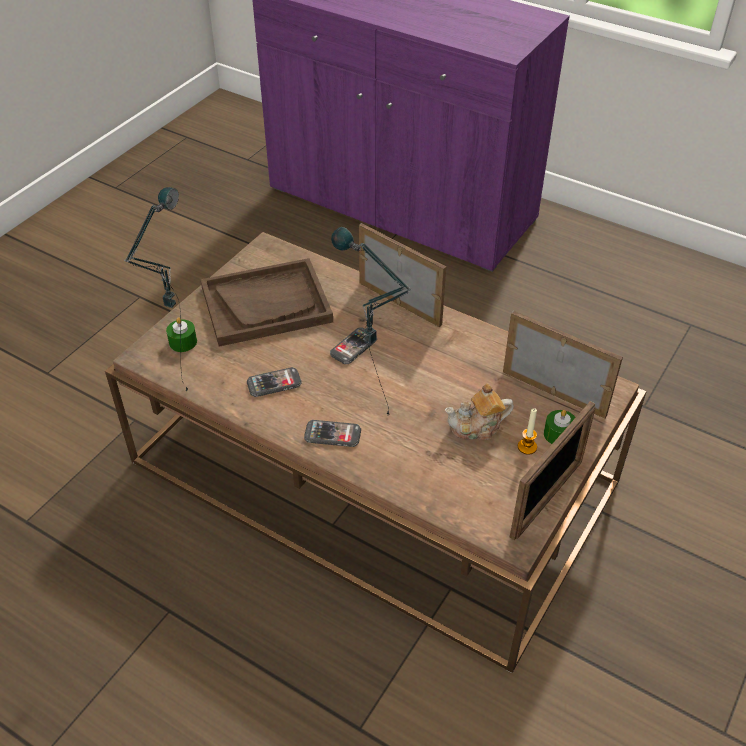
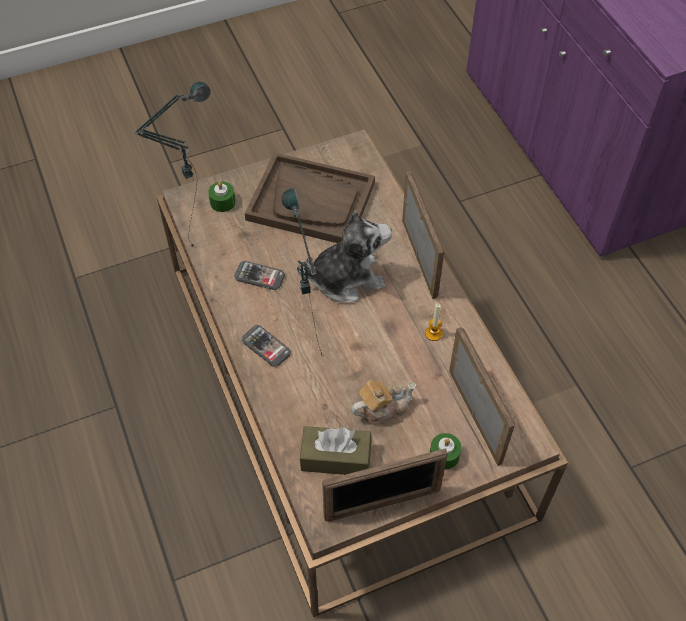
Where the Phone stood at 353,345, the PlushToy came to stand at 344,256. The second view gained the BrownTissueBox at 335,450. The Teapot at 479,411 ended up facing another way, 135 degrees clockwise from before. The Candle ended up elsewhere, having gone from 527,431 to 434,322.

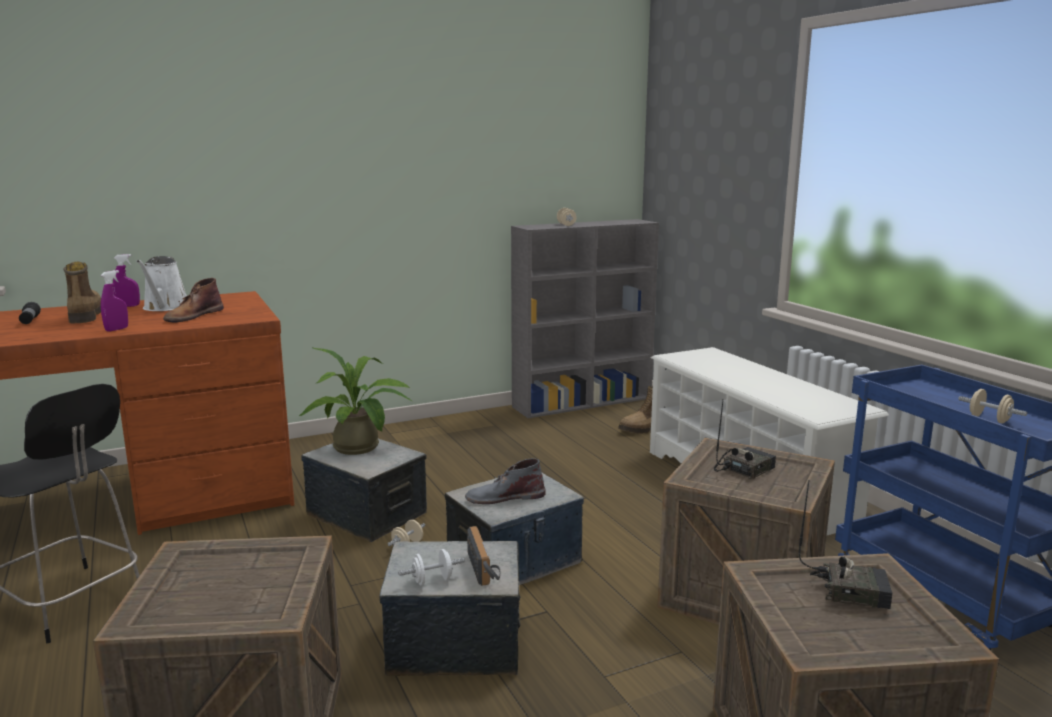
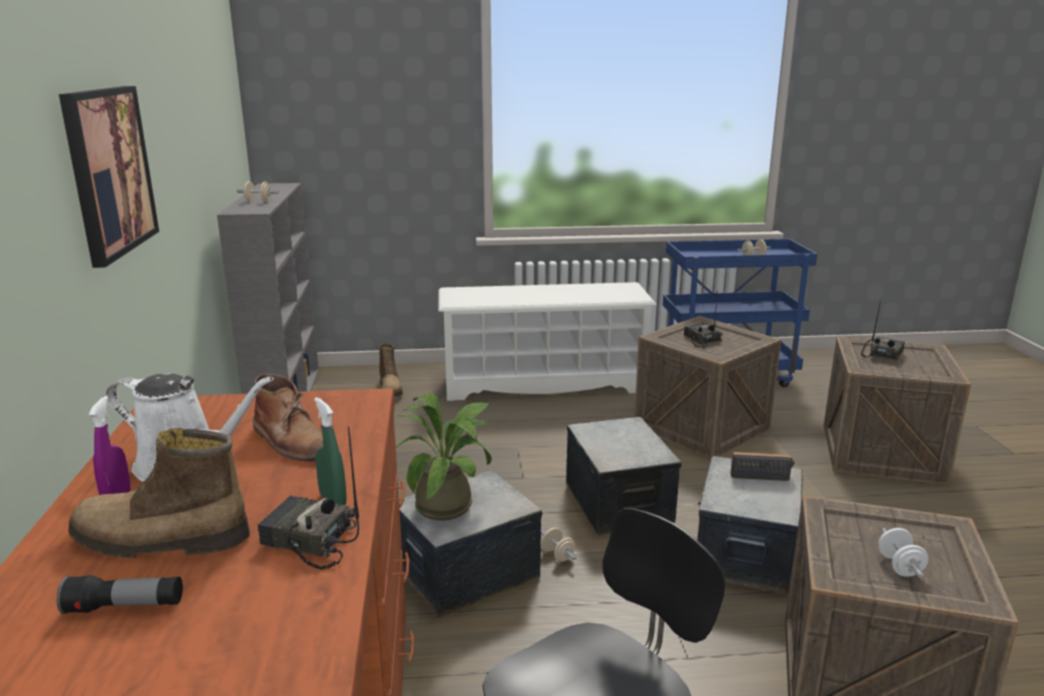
The second view gained the Picture at 109,177. The second view gained the Radio at 308,498. What was the PurpleSprayBottle at 114,301 turned into the GreenSprayBottle at 330,451. The WhiteDumbbell ended up elsewhere, having gone from 431,567 to 903,553. The second view lost the GreyBoot at 505,481.

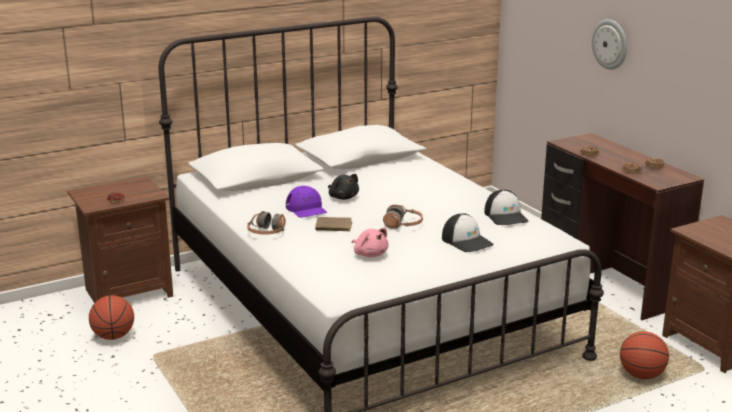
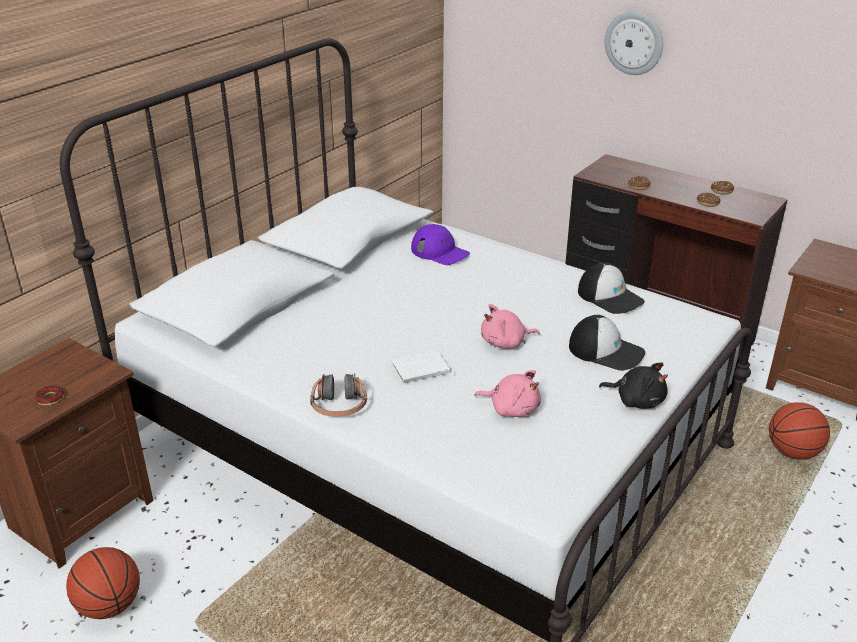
What was the BrownBook at 333,224 turned into the WhiteBook at 423,366. The PurpleCap ended up elsewhere, having gone from 306,202 to 440,244. Where the Headphones stood at 403,217, the PinkPlushToy came to stand at 510,326. The BlackPlushToy ended up elsewhere, having gone from 343,187 to 633,386.

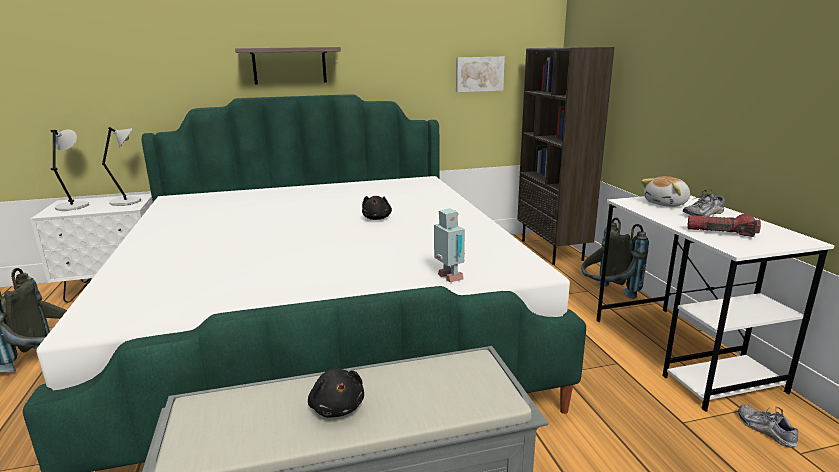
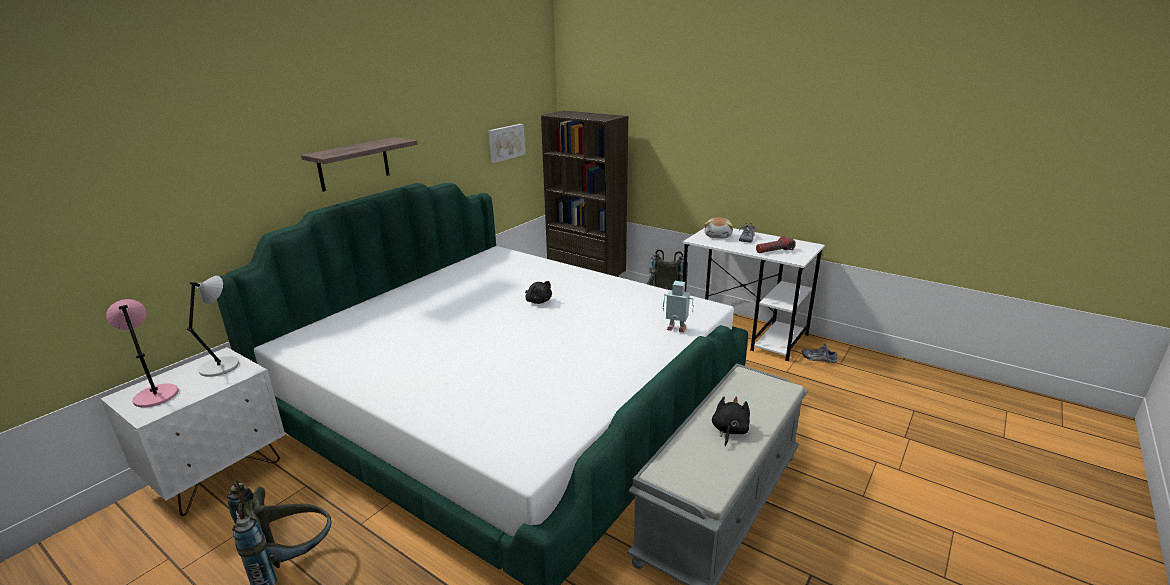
What was the GreyTableLamp at 69,170 turned into the PinkTableLamp at 142,353. The BlackPlushToy at 336,393 ended up facing another way, 90 degrees counterclockwise from before.

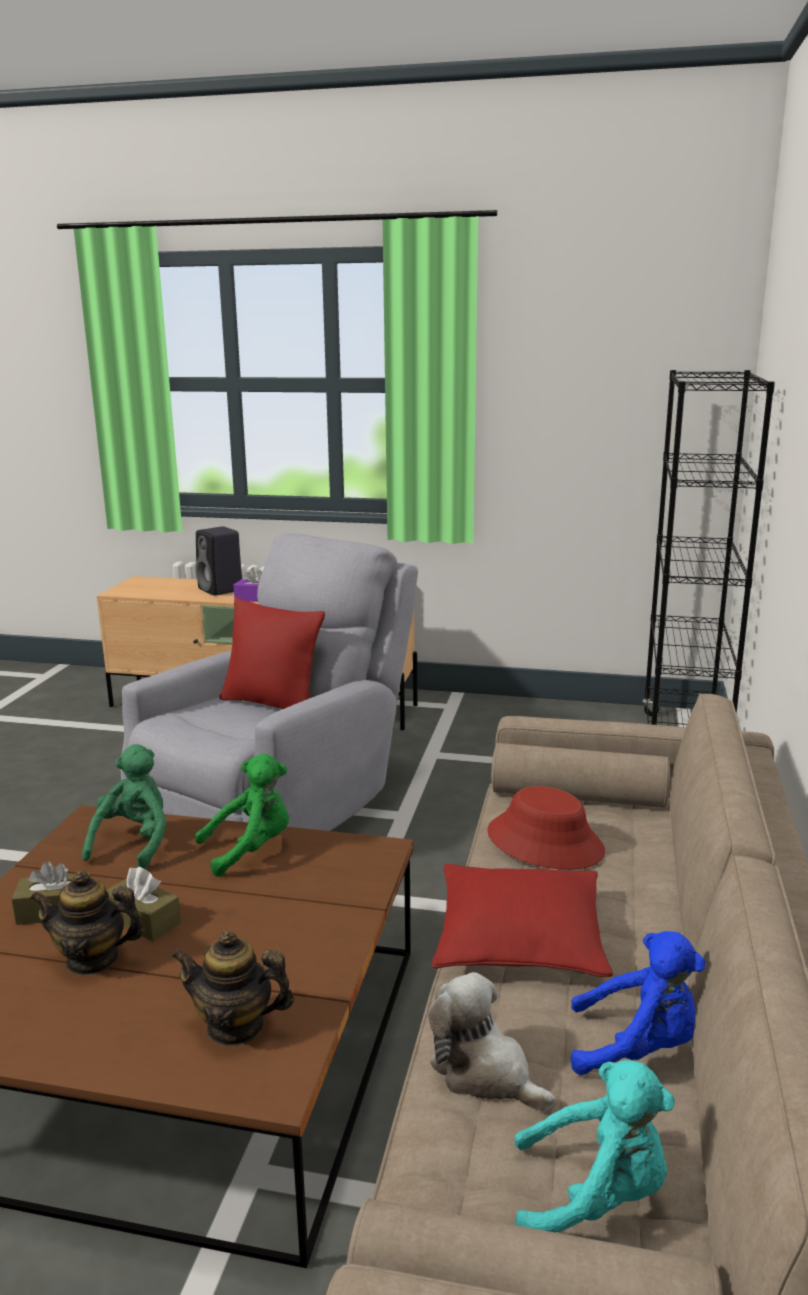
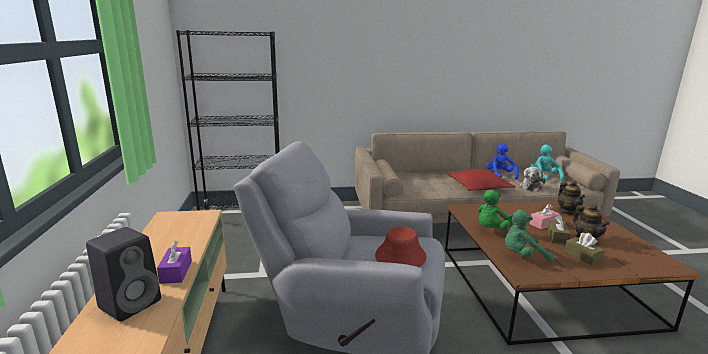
The RedHat ended up elsewhere, having gone from 546,828 to 401,246. The GreenPlushToy at 242,815 ended up facing another way, 90 degrees counterclockwise from before. The second view gained the PinkTissueBox at 545,216. The second view lost the RedPillow at 272,653.

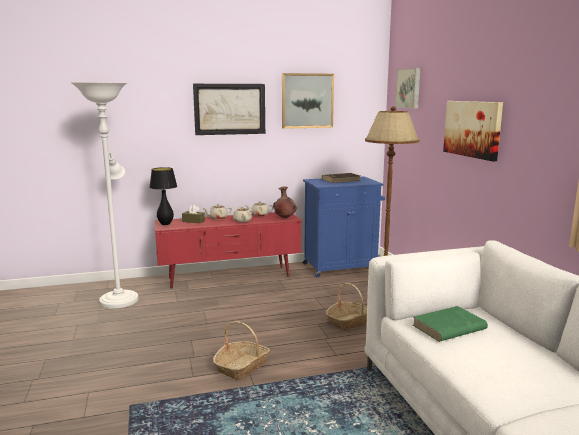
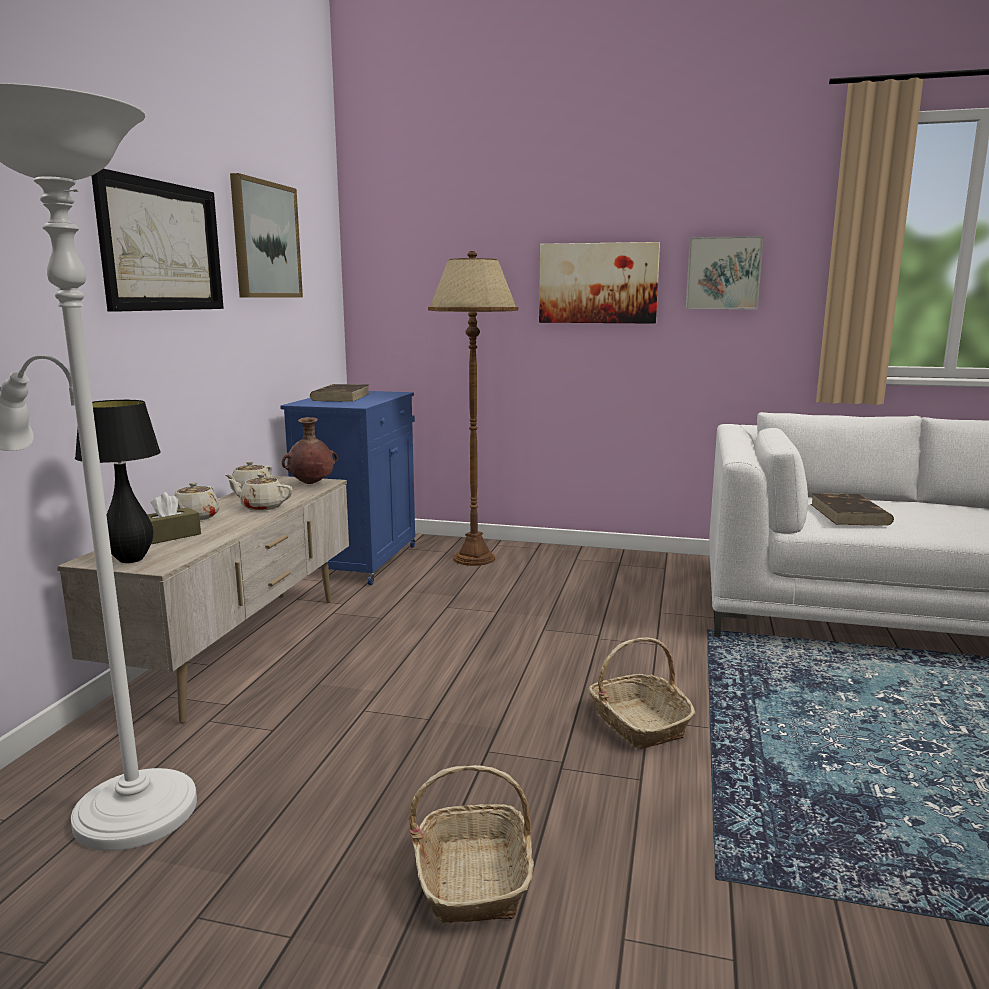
What was the RedTvStand at 228,250 turned into the BeigeTvStand at 203,599. The Basket ended up elsewhere, having gone from 346,306 to 471,844. The Picture ended up elsewhere, having gone from 408,88 to 725,272. What was the GreenBook at 450,324 turned into the BrownBook at 852,509.

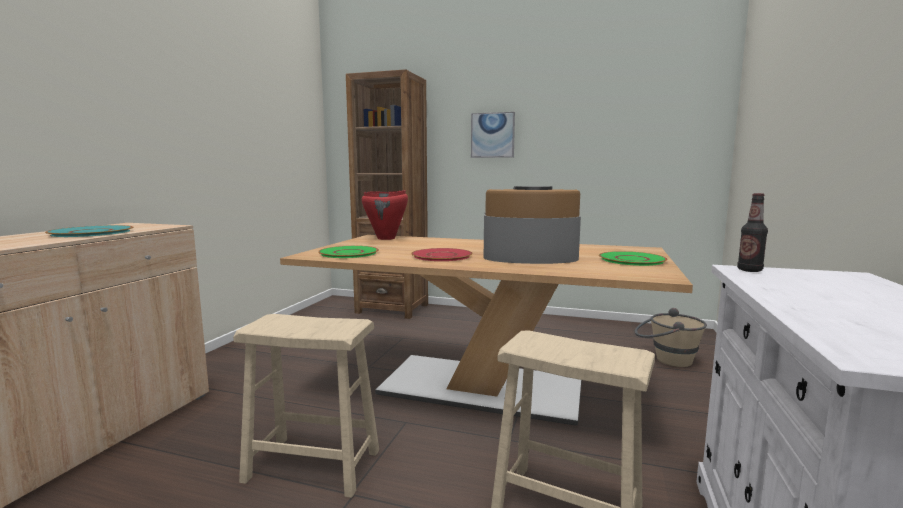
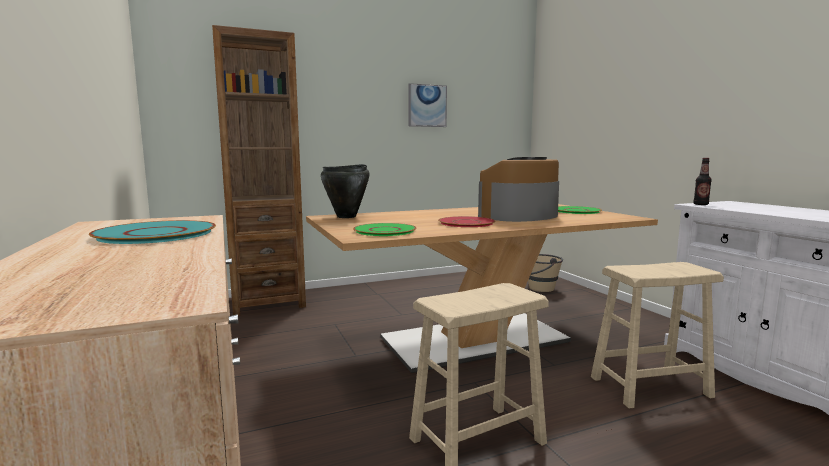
What was the RedCookingPot at 385,215 turned into the BlackCookingPot at 345,191. The Picture ended up elsewhere, having gone from 493,135 to 427,105.

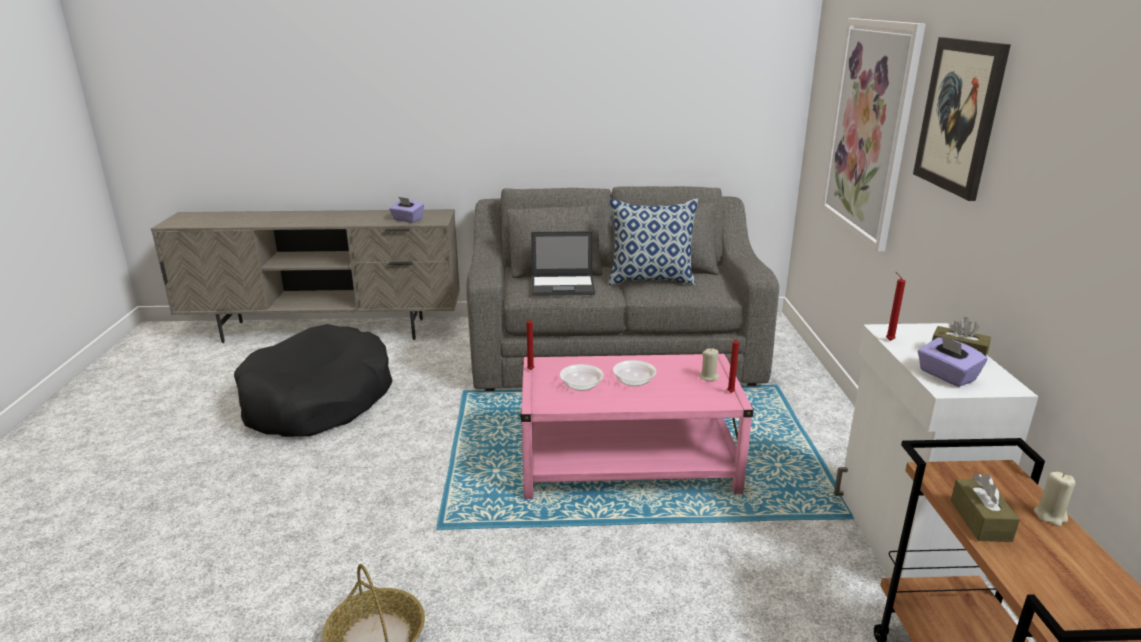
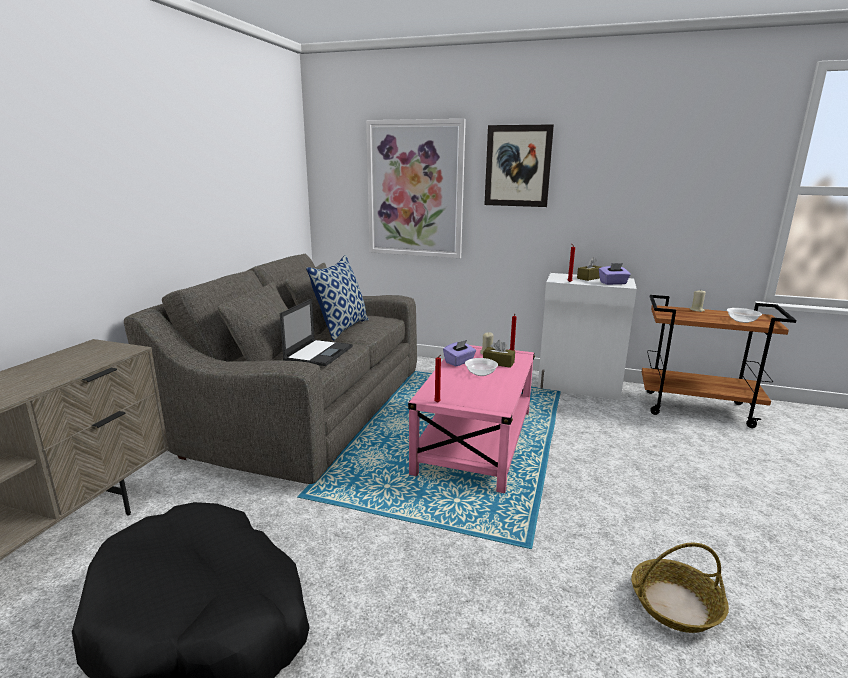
The PurpleTissueBox ended up elsewhere, having gone from 406,210 to 459,353. The BrownTissueBox ended up elsewhere, having gone from 985,508 to 499,354. The Bowl ended up elsewhere, having gone from 581,377 to 744,315.

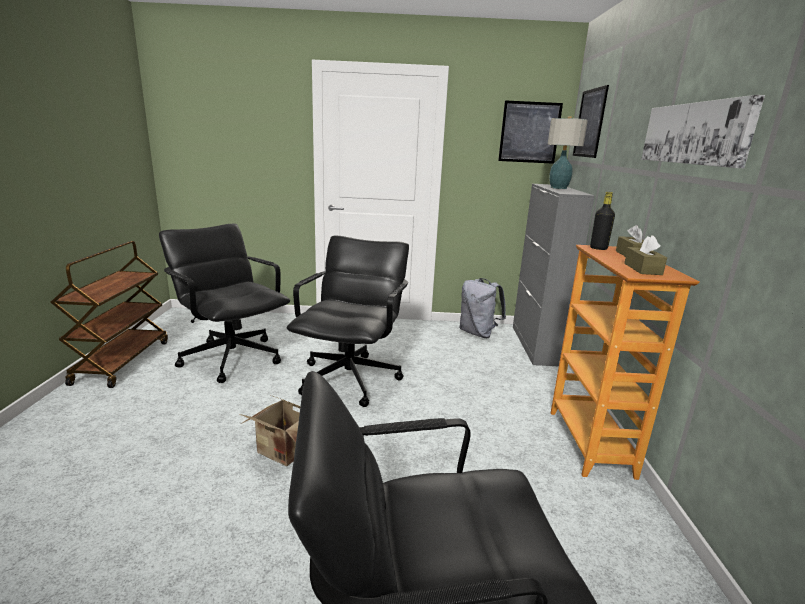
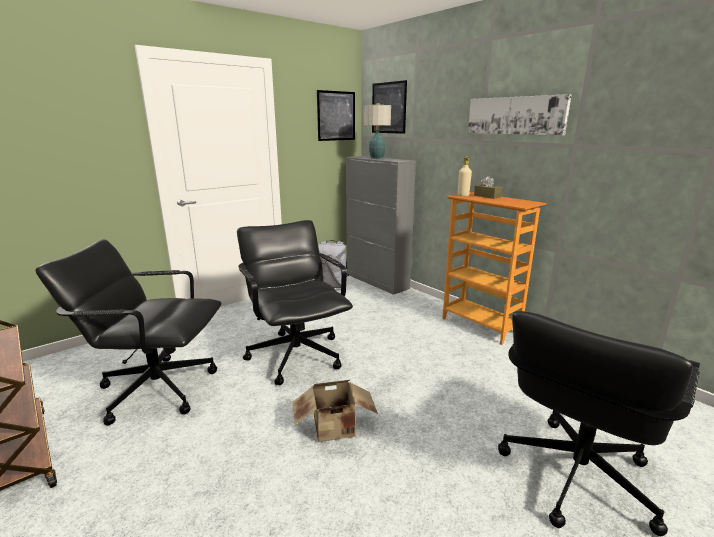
What was the BlackBottle at 602,221 turned into the BeigeBottle at 465,176. The second view lost the BrownTissueBox at 645,255.

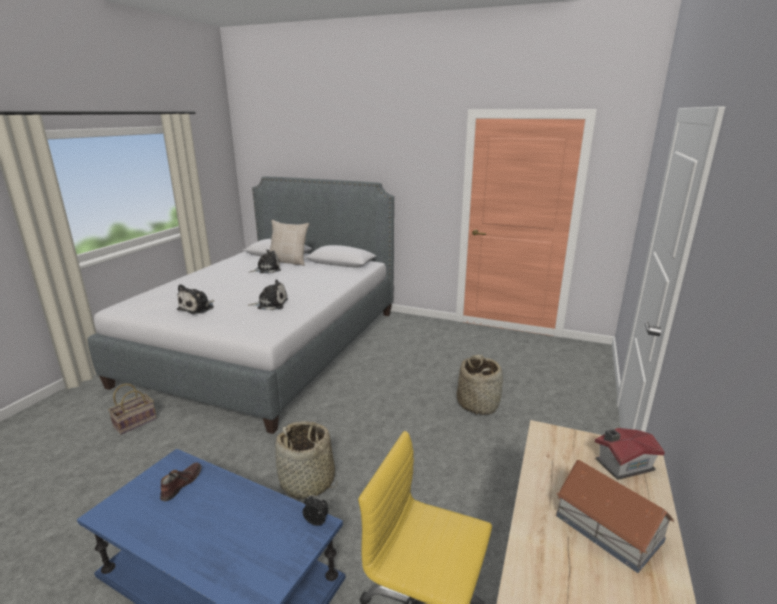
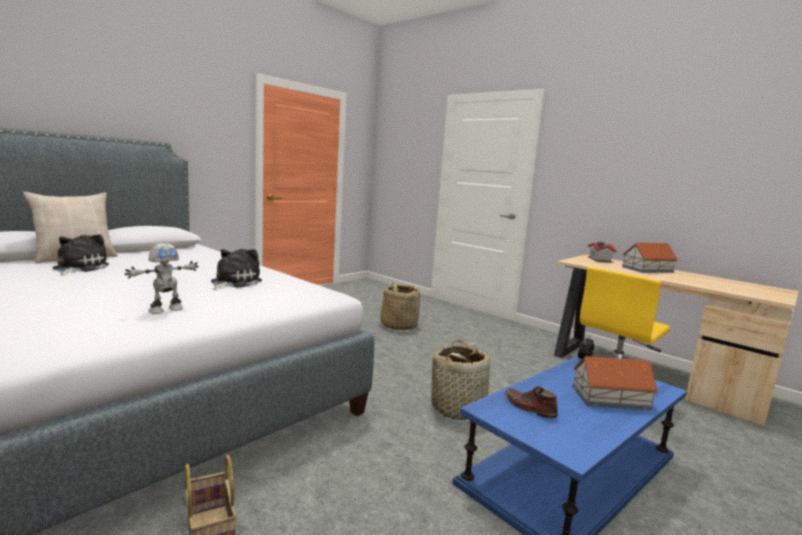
Where the PlushToy stood at 195,299, the ToyRobot came to stand at 162,278. The second view gained the ToyHouse at 615,383.

